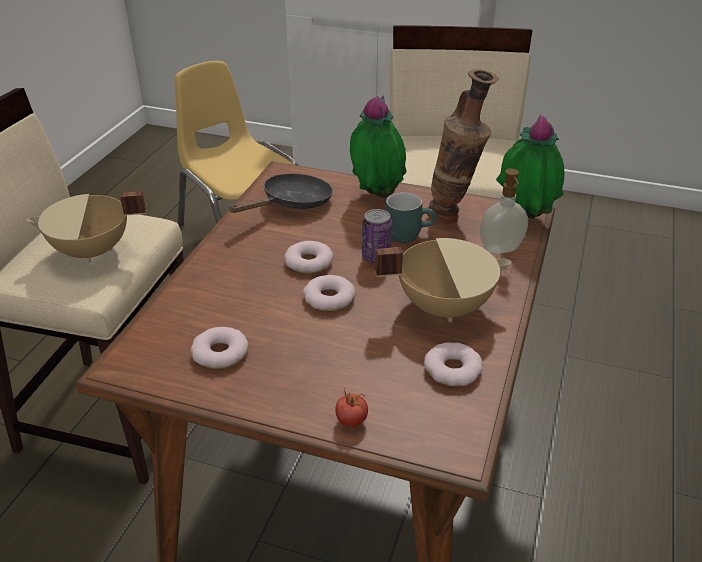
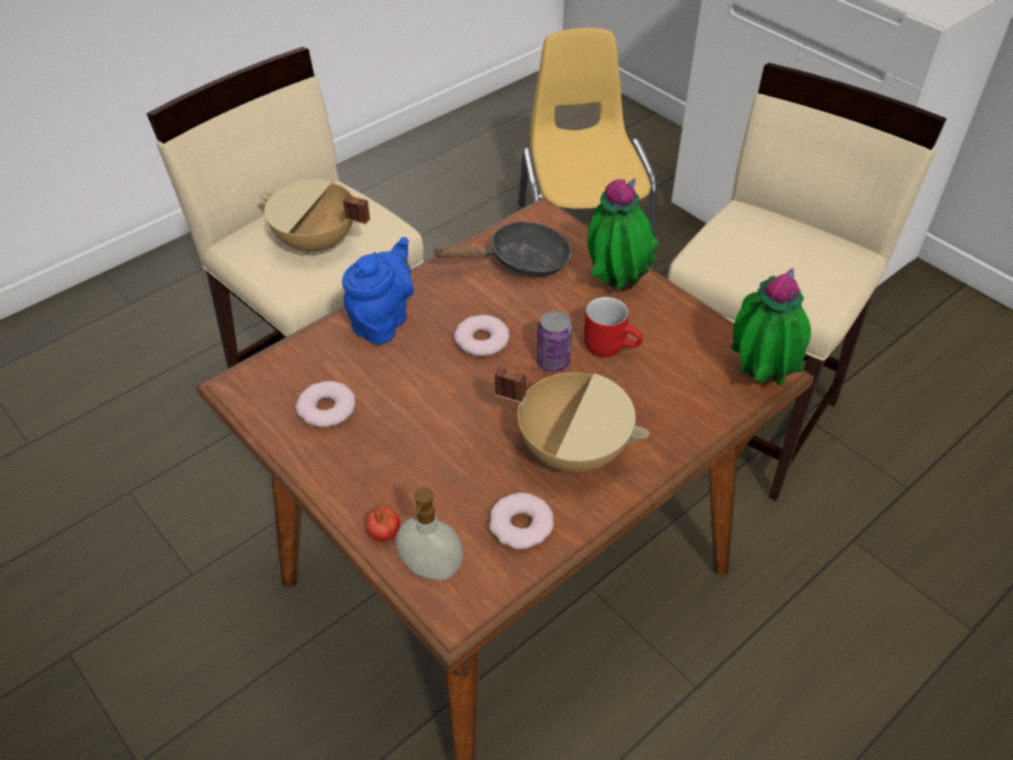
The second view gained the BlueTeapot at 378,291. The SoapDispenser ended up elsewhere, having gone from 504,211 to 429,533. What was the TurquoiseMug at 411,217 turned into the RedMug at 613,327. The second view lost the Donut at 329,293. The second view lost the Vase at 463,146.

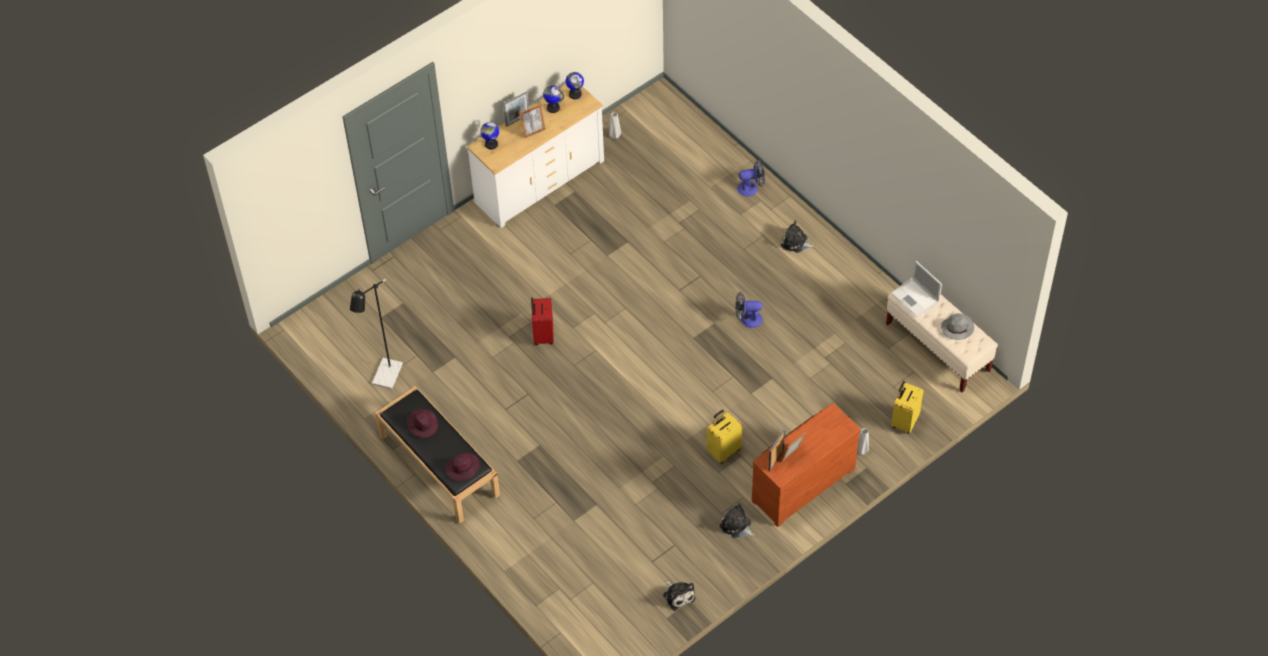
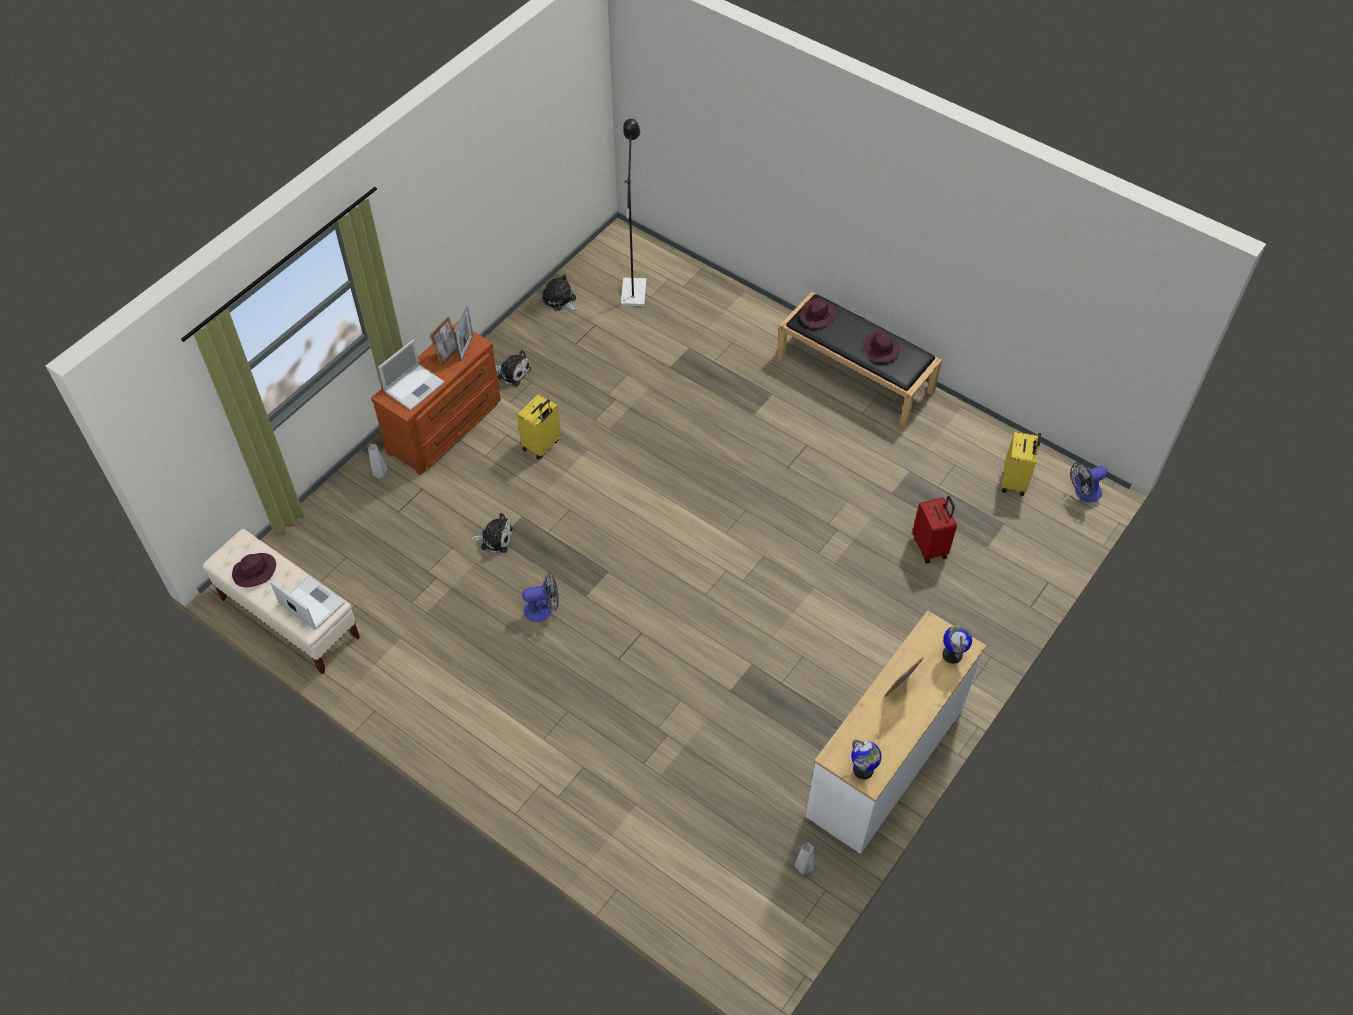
What was the GreyHat at 957,326 turned into the PurpleHat at 254,570. The second view gained the Laptop at 411,375. The PlushToy ended up elsewhere, having gone from 798,237 to 492,533. The BlackFloorLamp ended up elsewhere, having gone from 376,334 to 633,212. The RedSuitcase ended up elsewhere, having gone from 542,321 to 935,529. The YellowSuitcase ended up elsewhere, having gone from 907,407 to 1021,464. The Fan ended up elsewhere, having gone from 751,177 to 1089,482. The second view lost the PictureFrame at 516,109. The second view lost the Globe at 553,99.

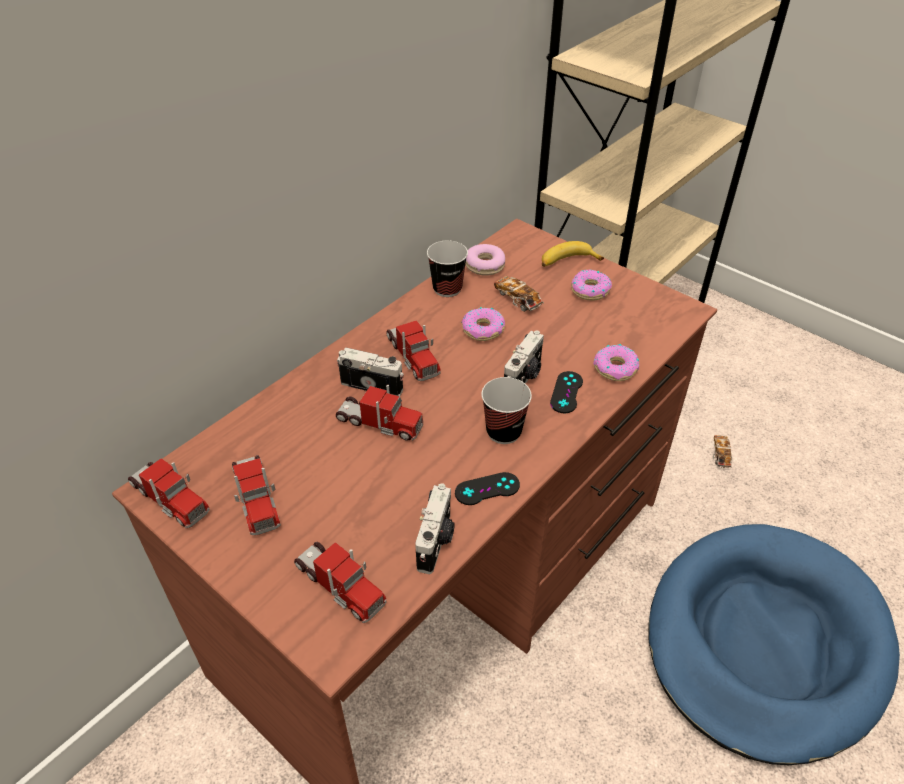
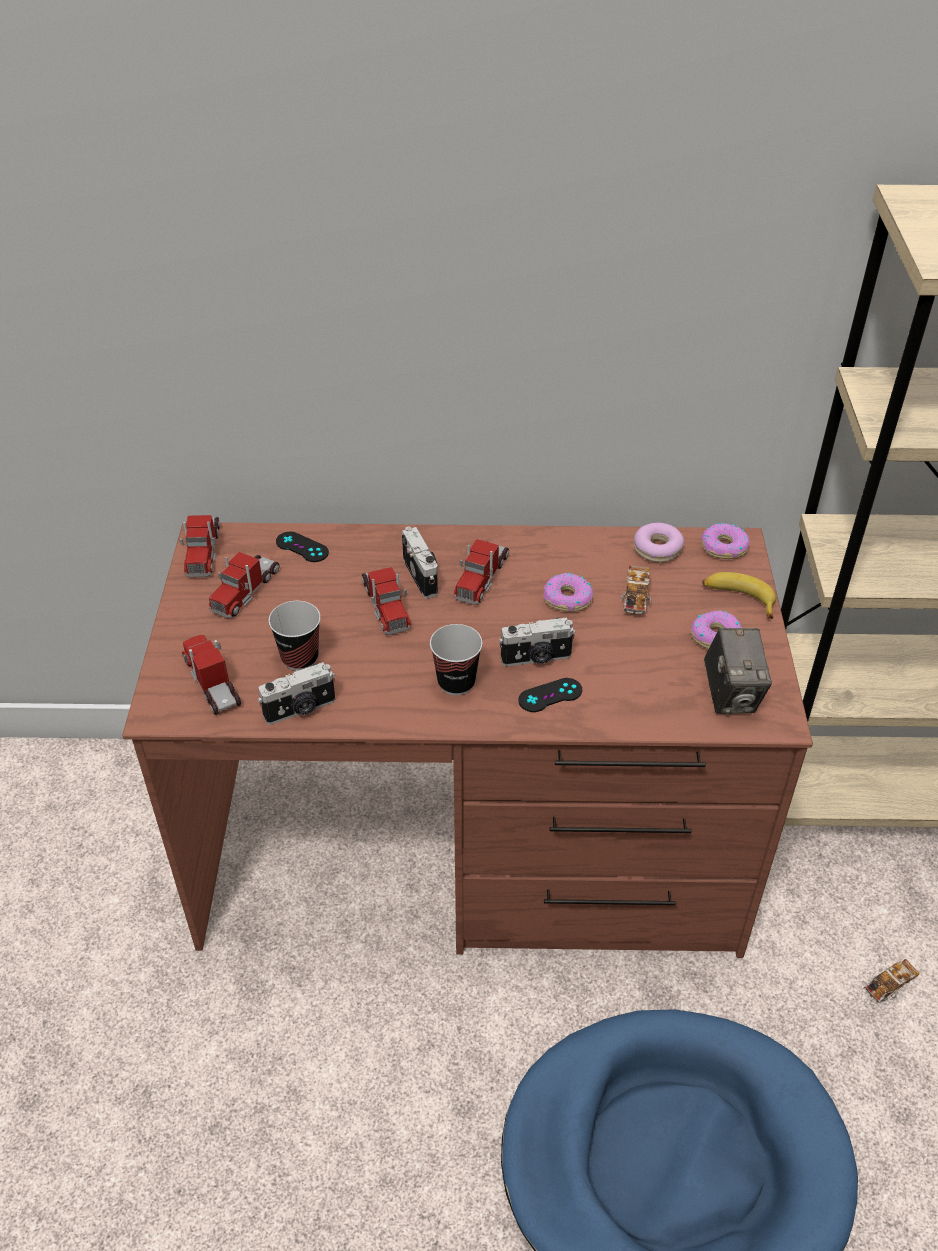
The ToyTruck at 340,582 ended up facing another way, 150 degrees clockwise from before. The Cup ended up elsewhere, having gone from 447,269 to 294,636. The BlackGameController ended up elsewhere, having gone from 487,488 to 302,547. The Donut ended up elsewhere, having gone from 616,362 to 726,541. The second view gained the PhotoCamera at 738,671.

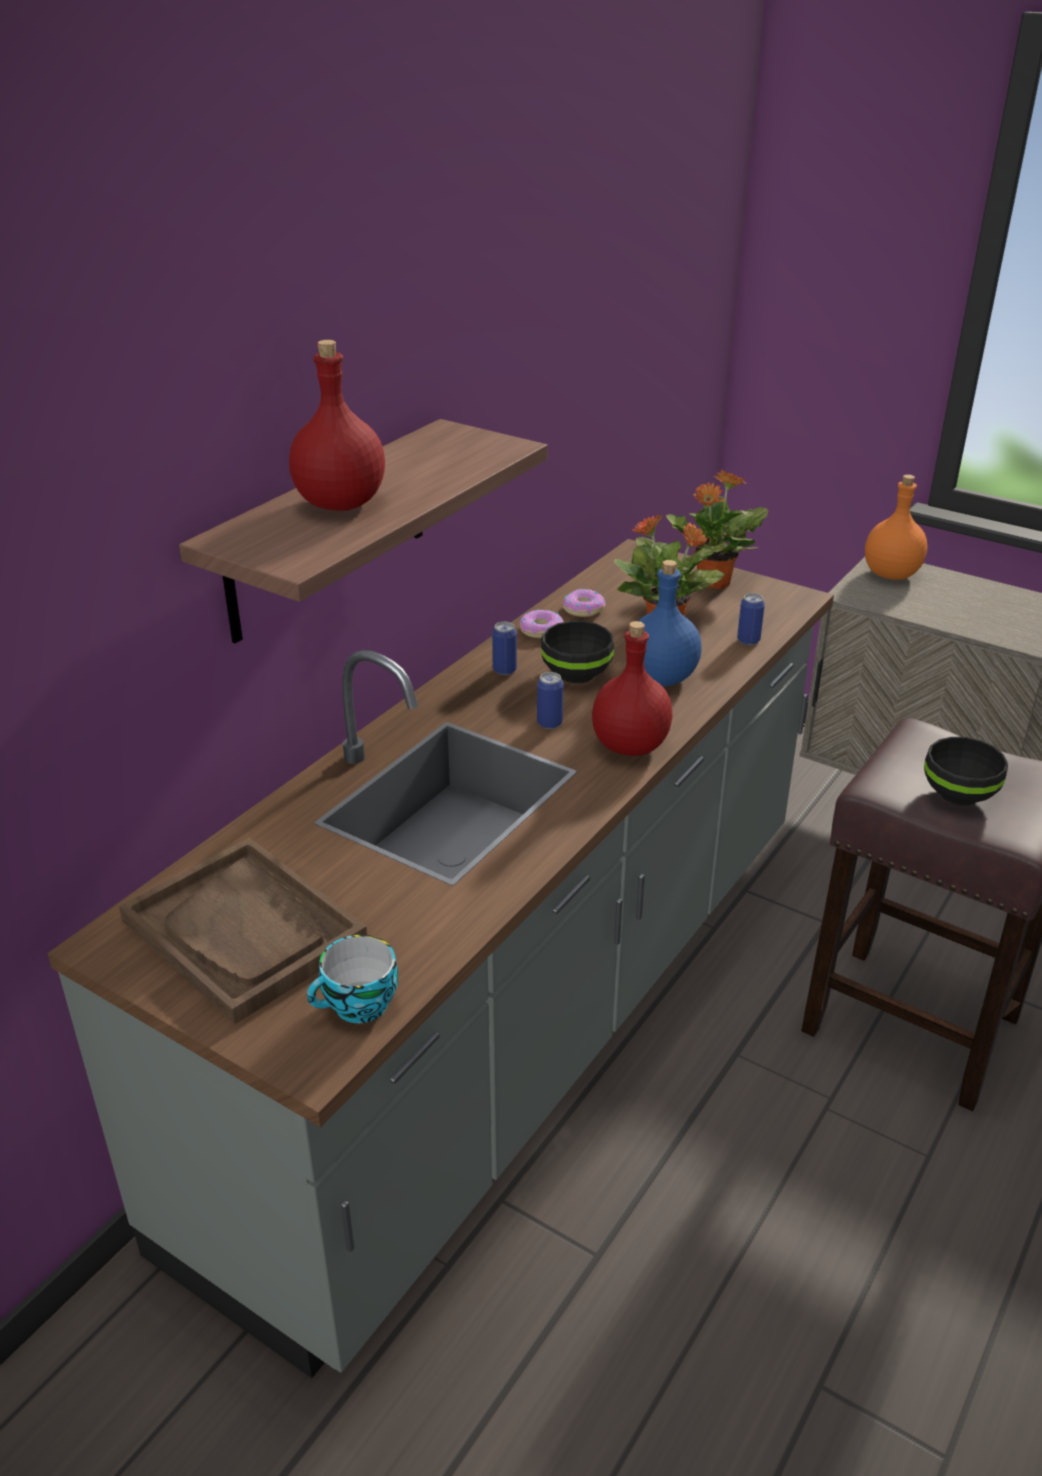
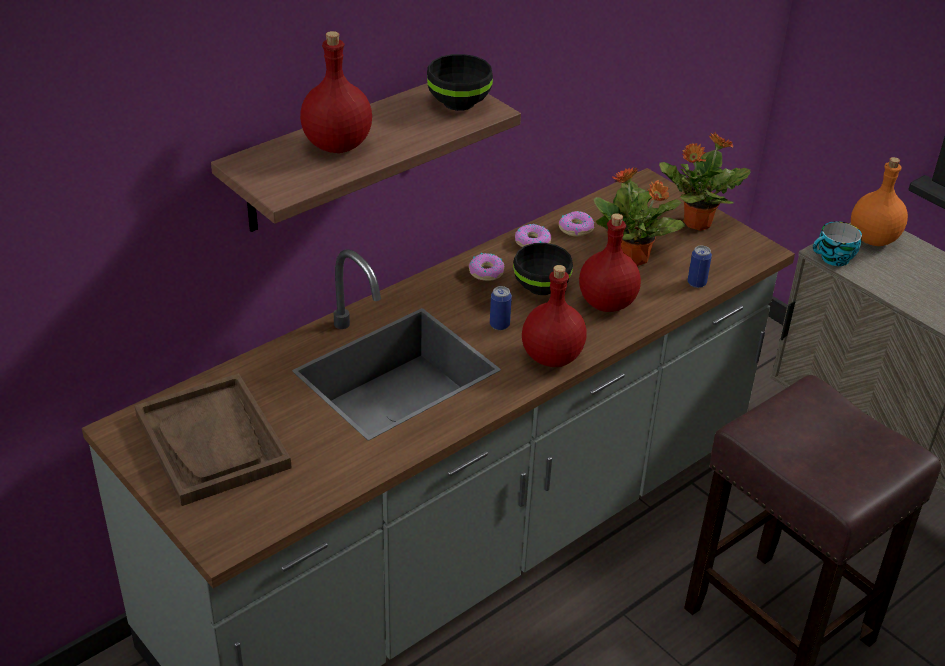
The BlackBowl ended up elsewhere, having gone from 966,771 to 460,82. Where the Can stood at 504,648, the Donut came to stand at 486,267. What was the BlueBottle at 670,623 turned into the RedBottle at 610,262. The Cup ended up elsewhere, having gone from 352,979 to 837,243.

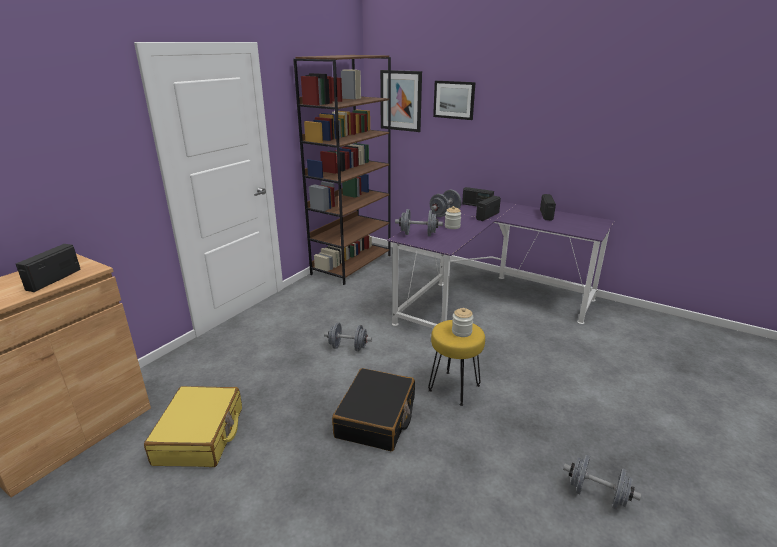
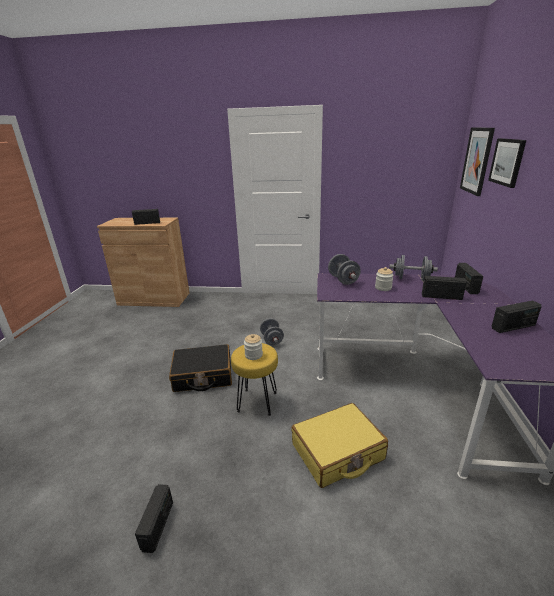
Where the GreyDumbbell stood at 602,482, the Radio came to stand at 154,518. The YellowSuitcase ended up elsewhere, having gone from 193,426 to 339,445. The second view lost the BrownBookcase at 342,170.

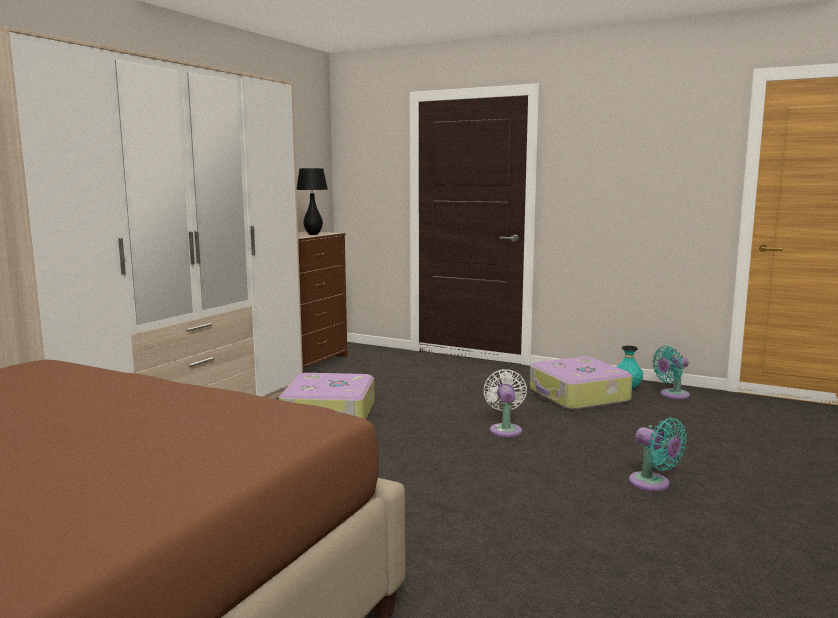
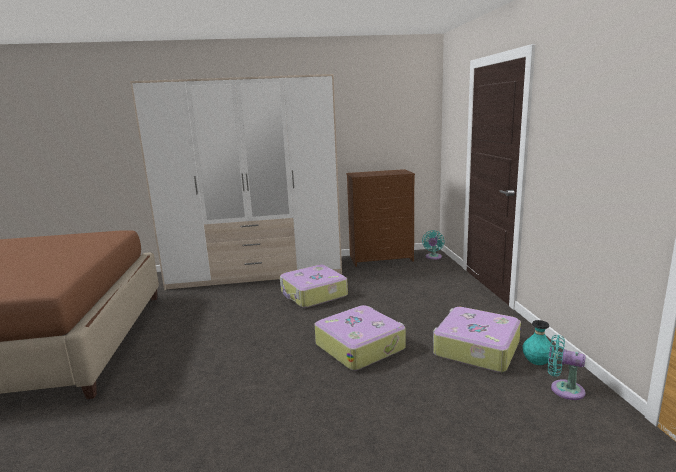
Where the WhiteFan stood at 505,403, the Suitcase came to stand at 360,338. The TurquoiseFan ended up elsewhere, having gone from 658,454 to 433,245. The second view lost the BlackTableLamp at 312,201.

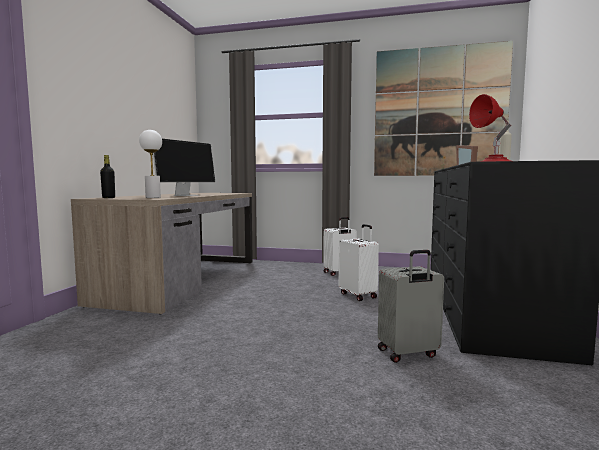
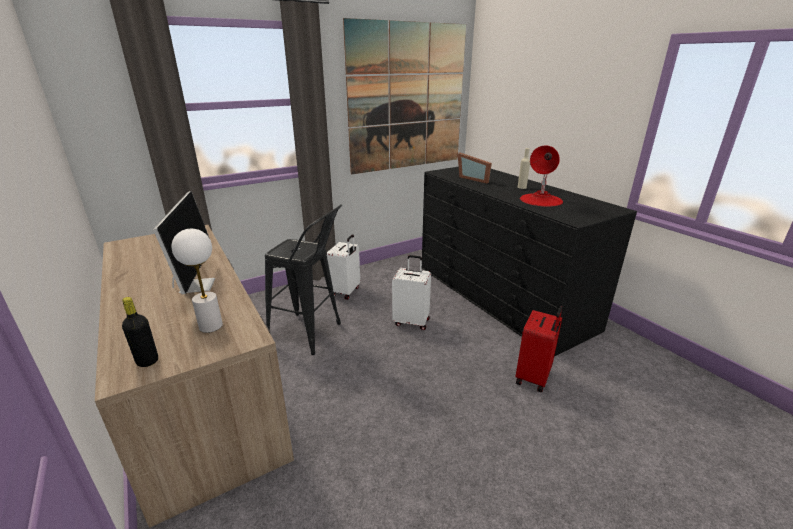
The second view gained the BlackStool at 303,279. What was the GreySuitcase at 411,306 turned into the RedSuitcase at 539,349.

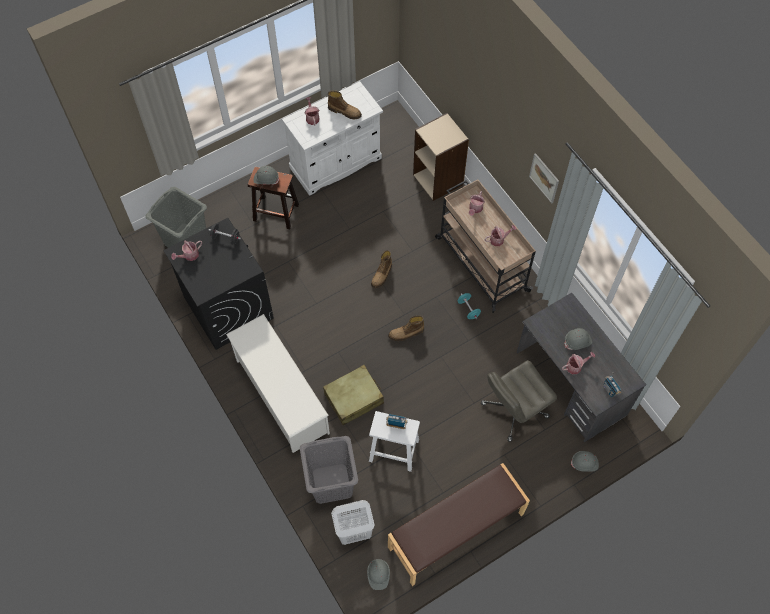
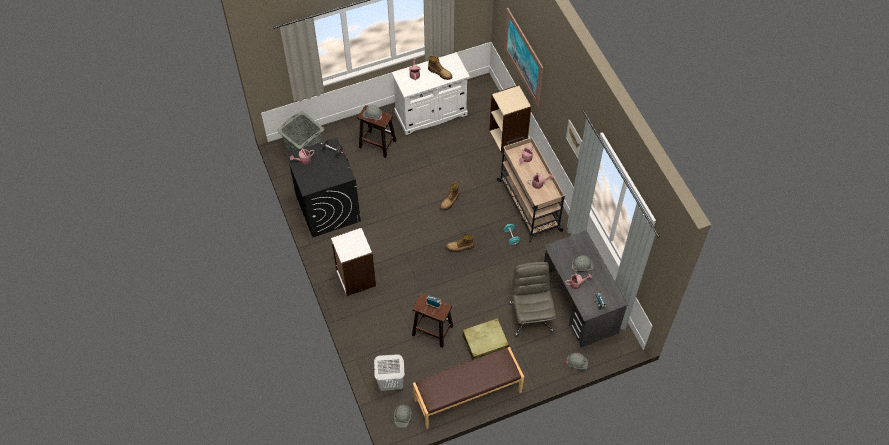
Where the WhiteShoeRack stood at 278,383, the WhiteBookcase came to stand at 353,261. What was the WhiteStool at 394,441 turned into the BrownStool at 432,321. The BeigeSuitcase ended up elsewhere, having gone from 353,395 to 486,339. The second view gained the Picture at 523,57. The GreyOfficeChair at 519,401 ended up facing another way, 105 degrees clockwise from before. The second view lost the GreyLaundryBasket at 329,470.

